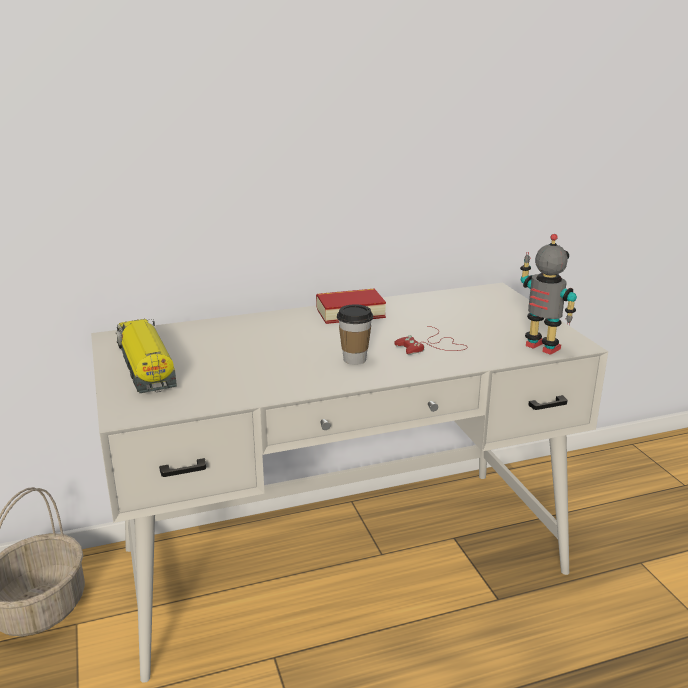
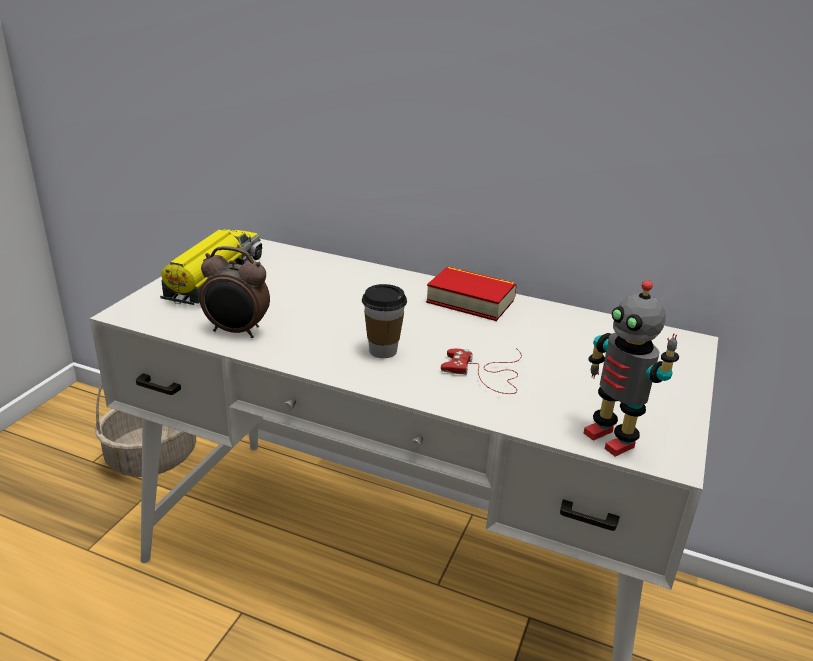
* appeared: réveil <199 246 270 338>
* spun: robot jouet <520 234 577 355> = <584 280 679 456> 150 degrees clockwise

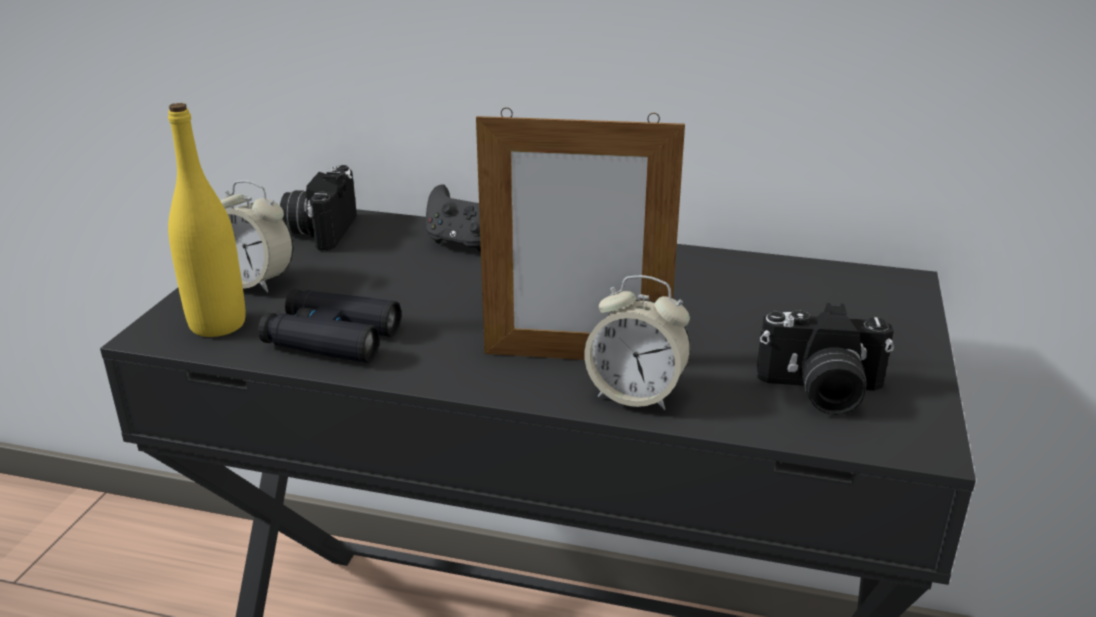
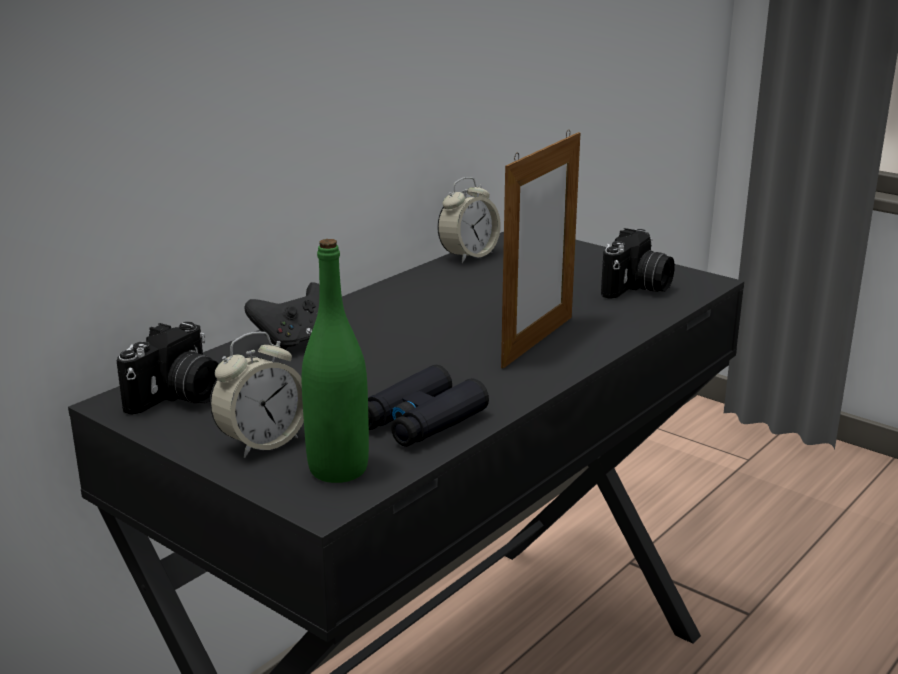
* spun: appareil photo <280 165 357 251> = <116 322 219 415> 90 degrees counterclockwise
* colour: bouteille (jaune) <168 103 246 337> to bouteille (vert) <302 239 369 483>
* relocated: réveil <584 275 690 410> to <437 177 501 263>

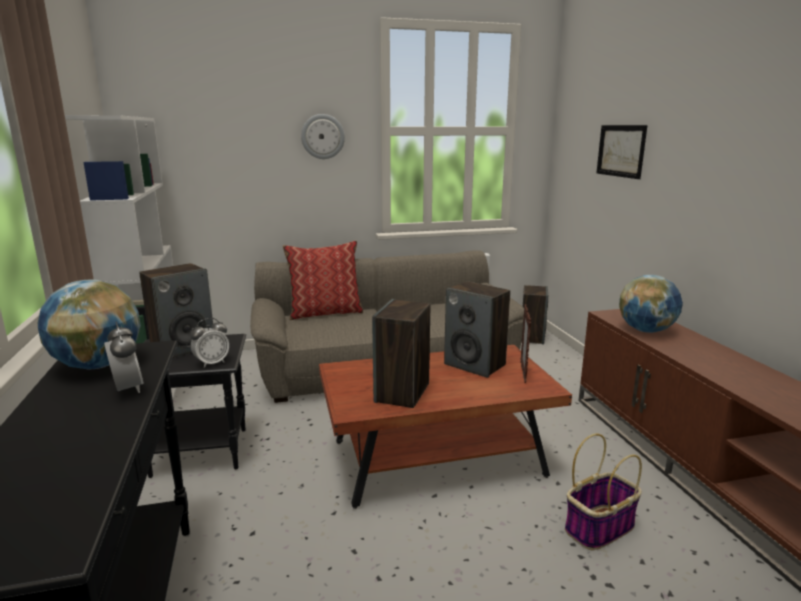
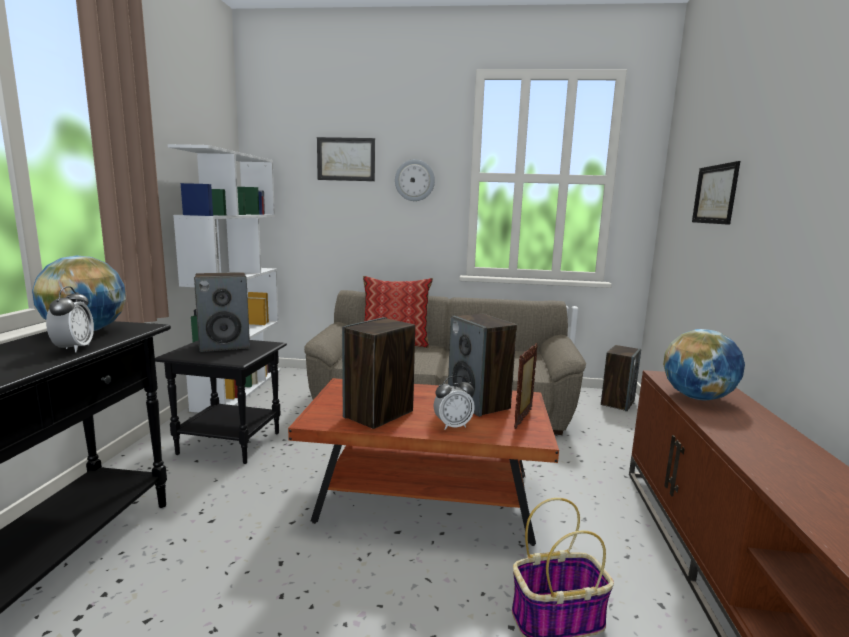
* appeared: tableau <317 137 375 181>
* relocated: réveil <190 318 229 368> to <434 376 475 430>

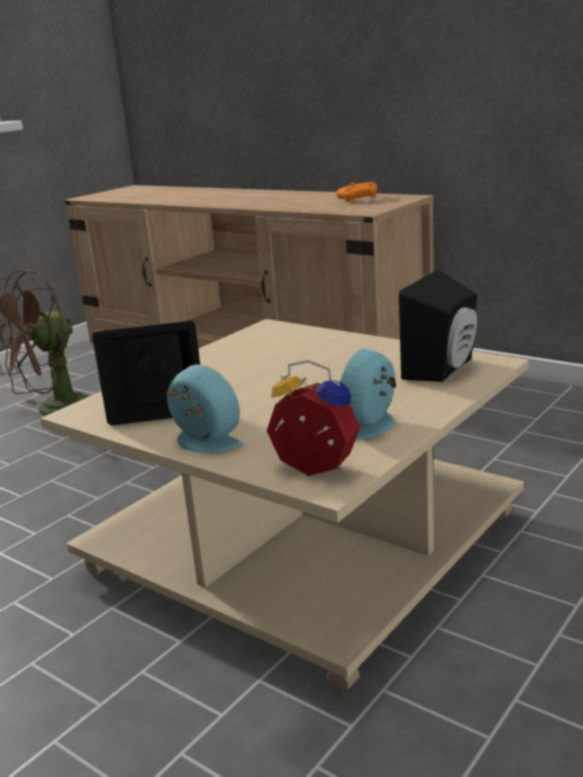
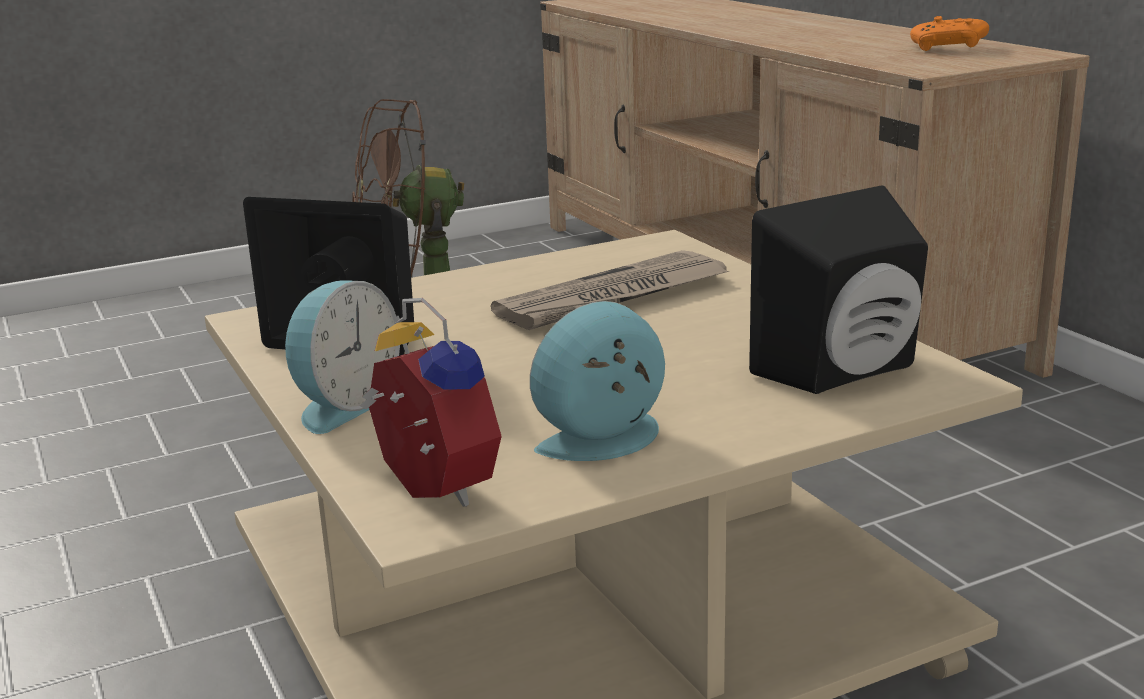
* spun: réveil <166 365 243 453> = <285 280 400 434> 60 degrees clockwise
* appeared: journal <491 250 729 330>

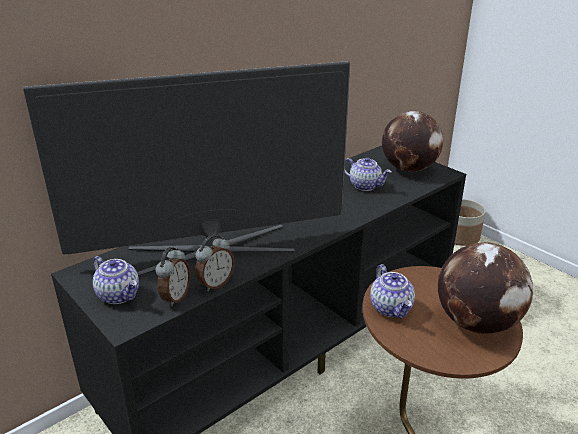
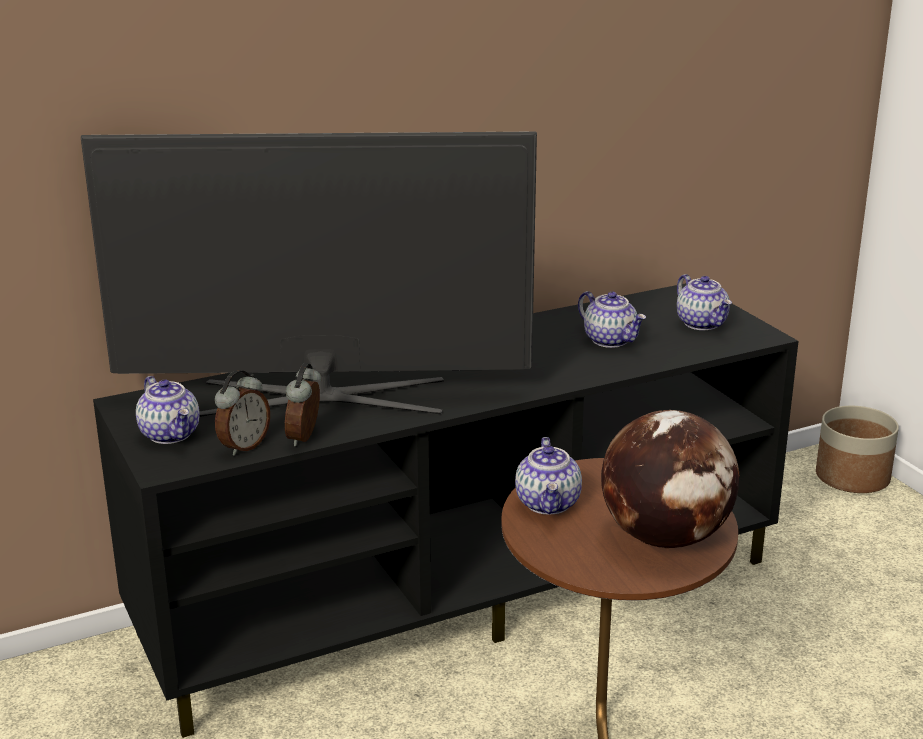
* spun: réveil <195 235 235 291> = <285 363 321 446> 135 degrees clockwise
* exchanged: globe <382 111 443 172> to théière <677 274 732 330>

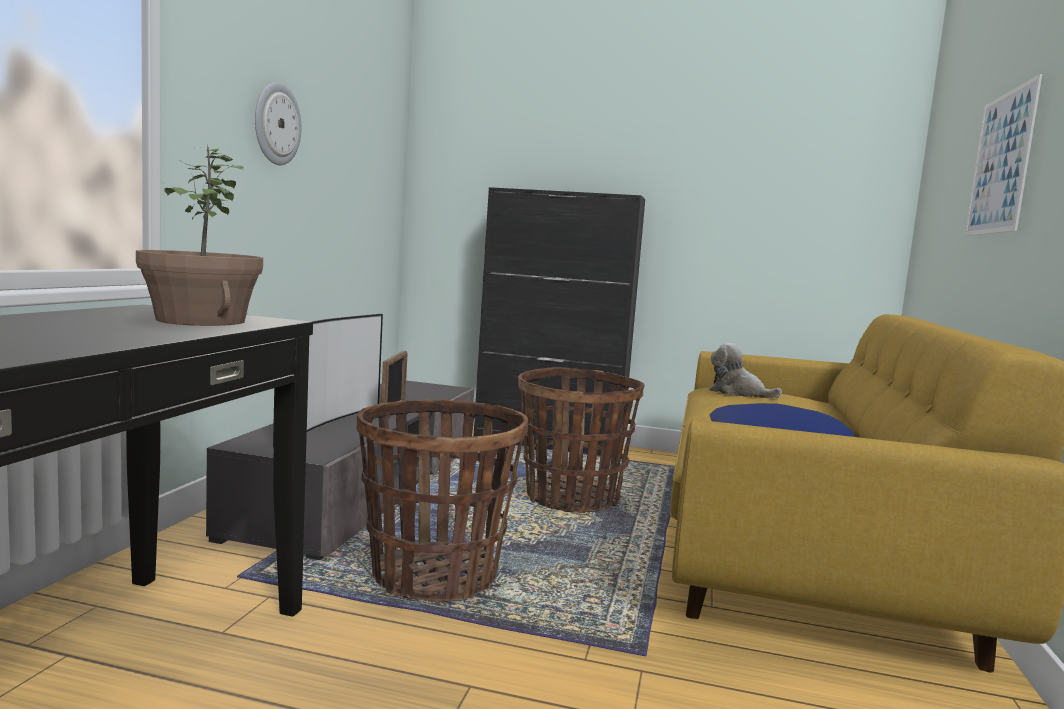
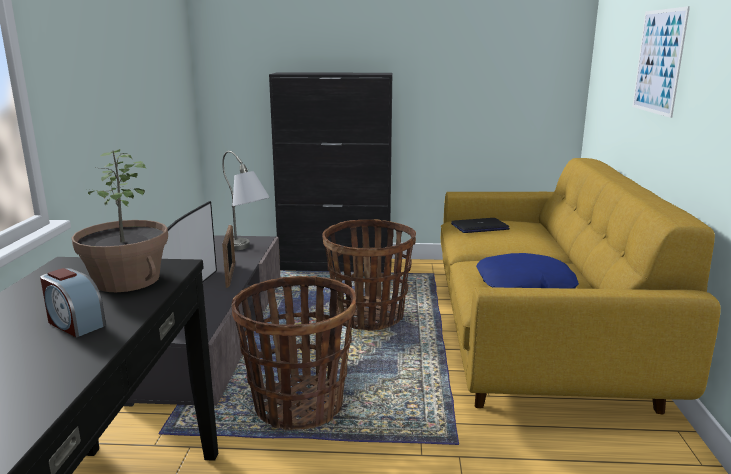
* appeared: réveil <40 268 106 337>
* appeared: lampe de table (gris) <222 151 270 251>
* exchanged: peluche <709 343 782 399> to ordinateur portable <451 218 510 233>
* missing: horloge murale <255 82 301 165>

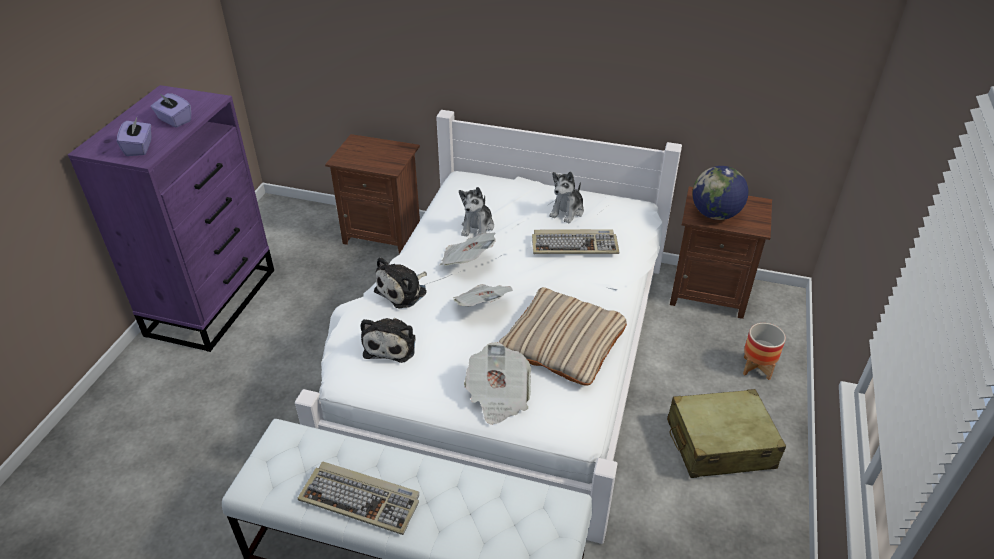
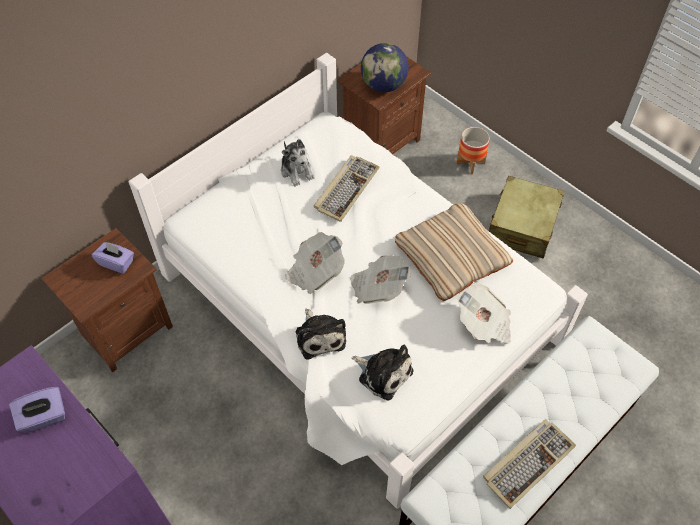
* relocated: boîte à mouchoirs (violet) <117 118 152 156> to <92 242 134 274>
* missing: peluche <459 187 494 237>

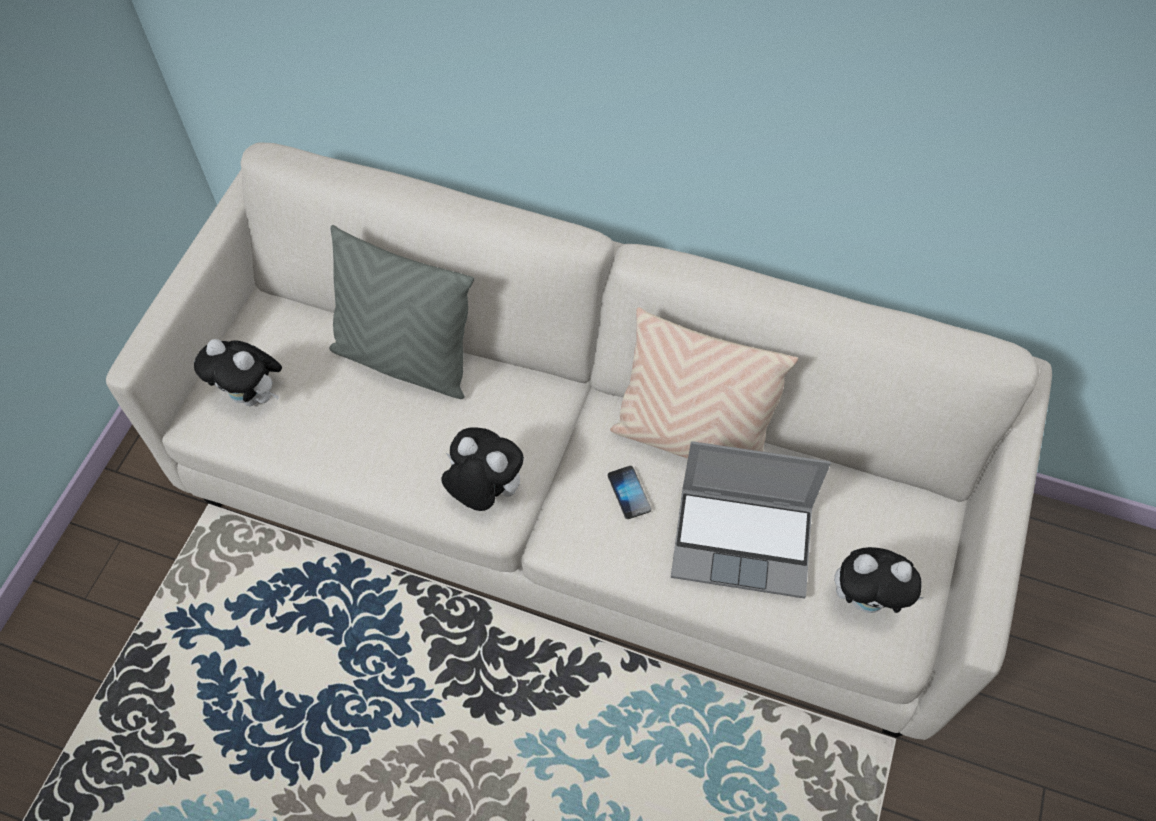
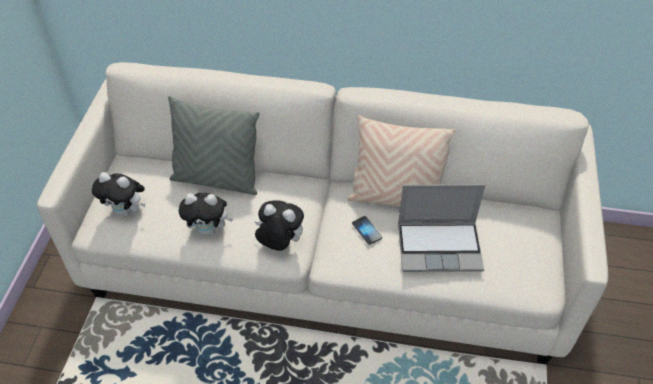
* relocated: peluche <834 547 924 613> to <179 192 233 236>

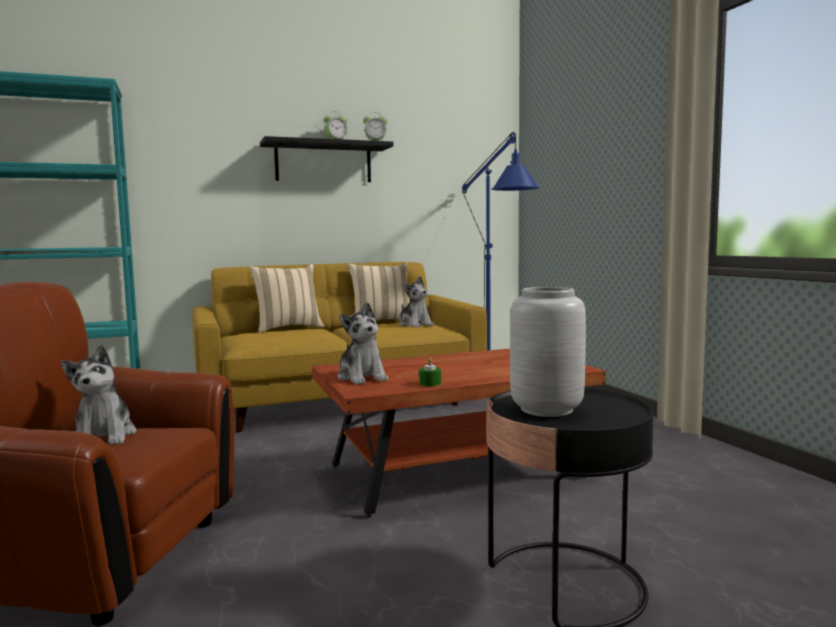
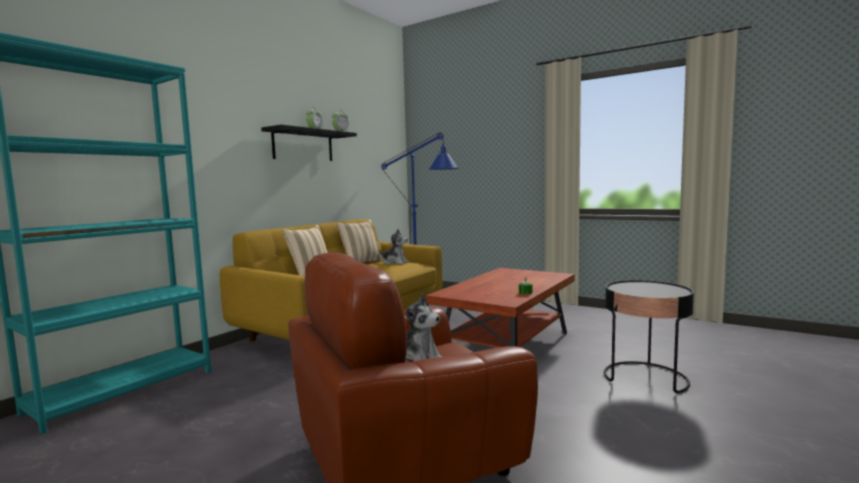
* missing: peluche <338 302 388 384>
* missing: vase (gris) <510 287 586 417>

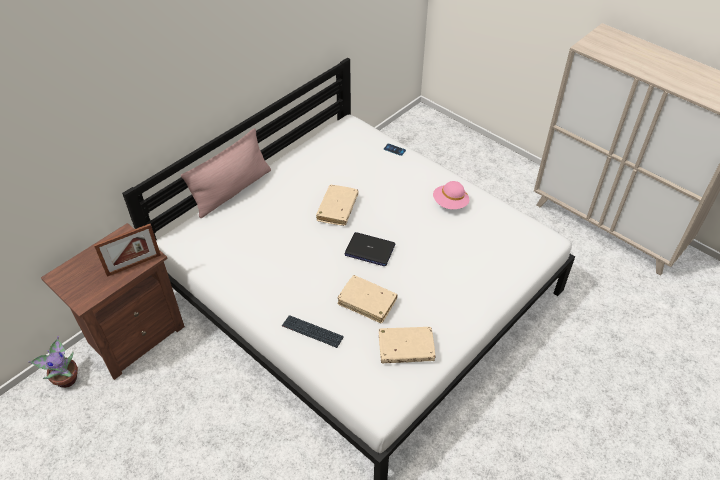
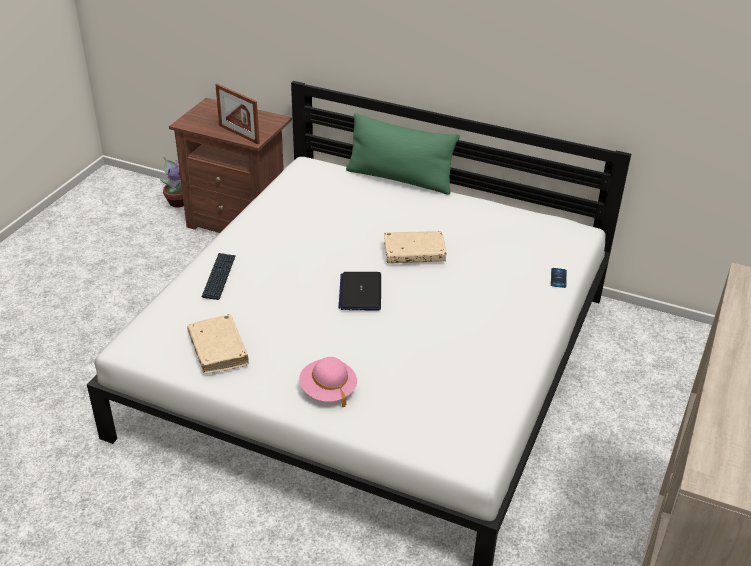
* relocated: chapeau (rose) <433 181 469 209> to <299 357 357 407>
* colour: coussin (rose) <181 128 271 218> to coussin (vert) <346 113 460 195>
* missing: livre (beige) <337 275 398 323>

